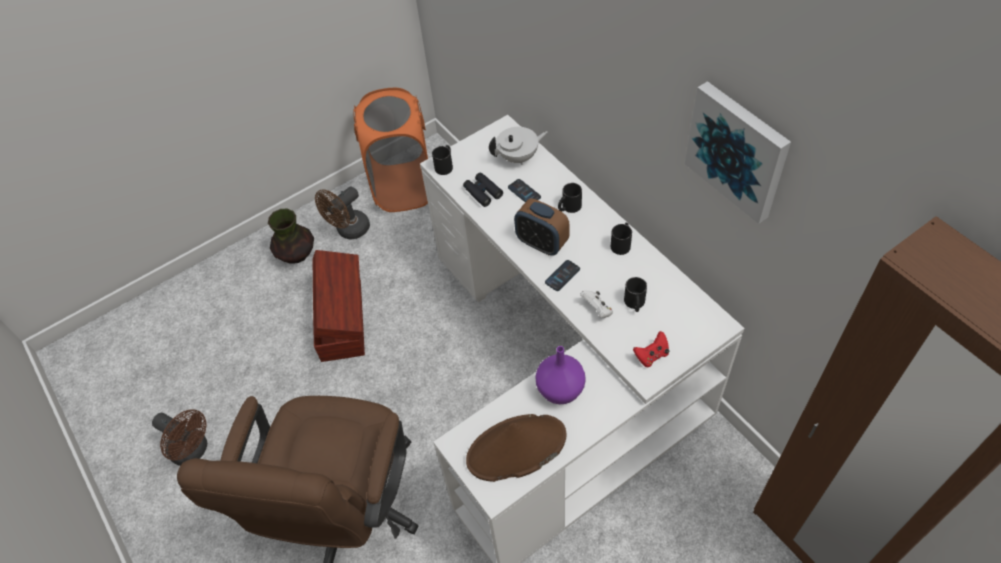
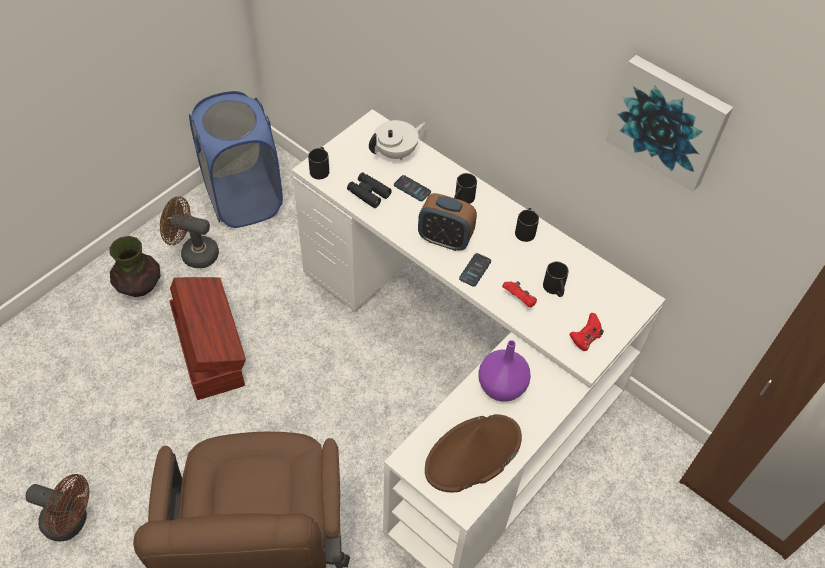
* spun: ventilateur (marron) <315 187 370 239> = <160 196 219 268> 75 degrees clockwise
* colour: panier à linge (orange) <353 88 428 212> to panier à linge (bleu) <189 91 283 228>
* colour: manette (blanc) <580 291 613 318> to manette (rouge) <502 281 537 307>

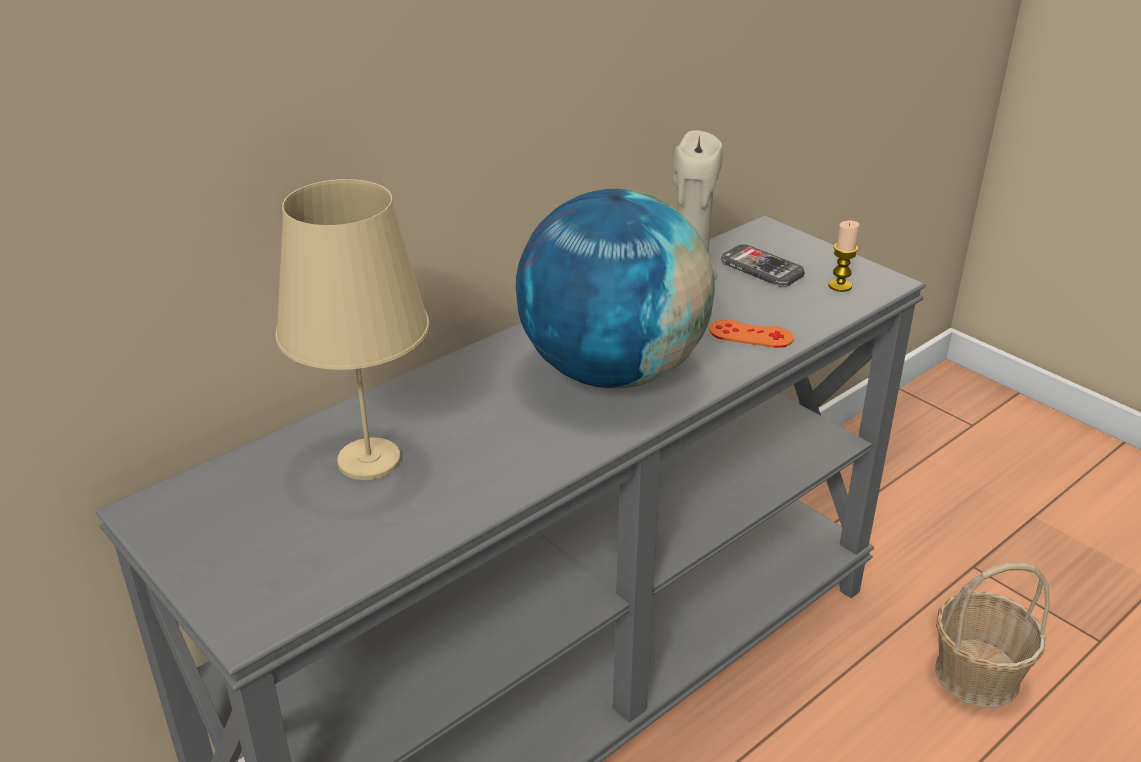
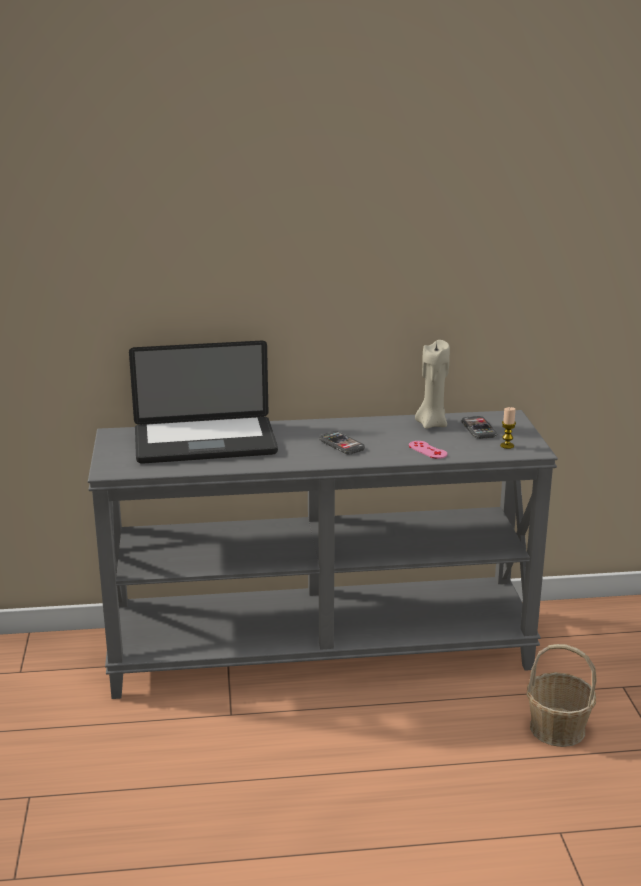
* exchanged: lampe de table (beige) <275 179 429 480> to ordinateur portable <129 341 278 464>
* exchanged: globe <516 189 715 389> to téléphone <319 431 365 454>
* colour: manette (orange) <709 319 794 348> to manette (rose) <409 441 447 459>

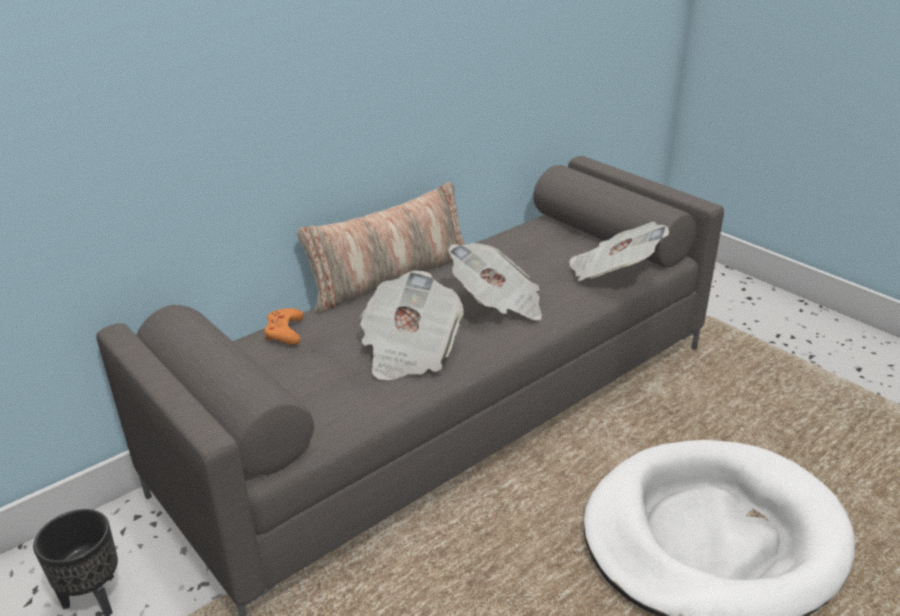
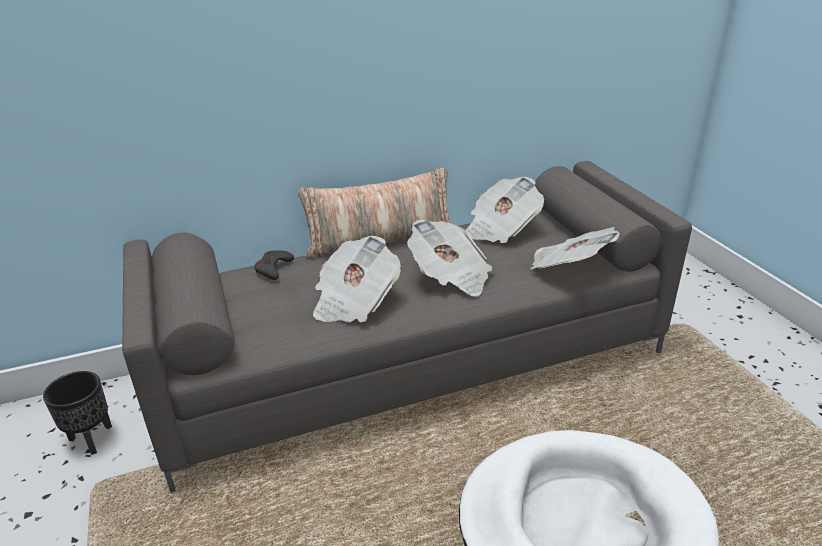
* colour: manette (orange) <264 308 304 345> to manette (gris) <254 250 294 280>
* appeared: journal <465 177 544 243>

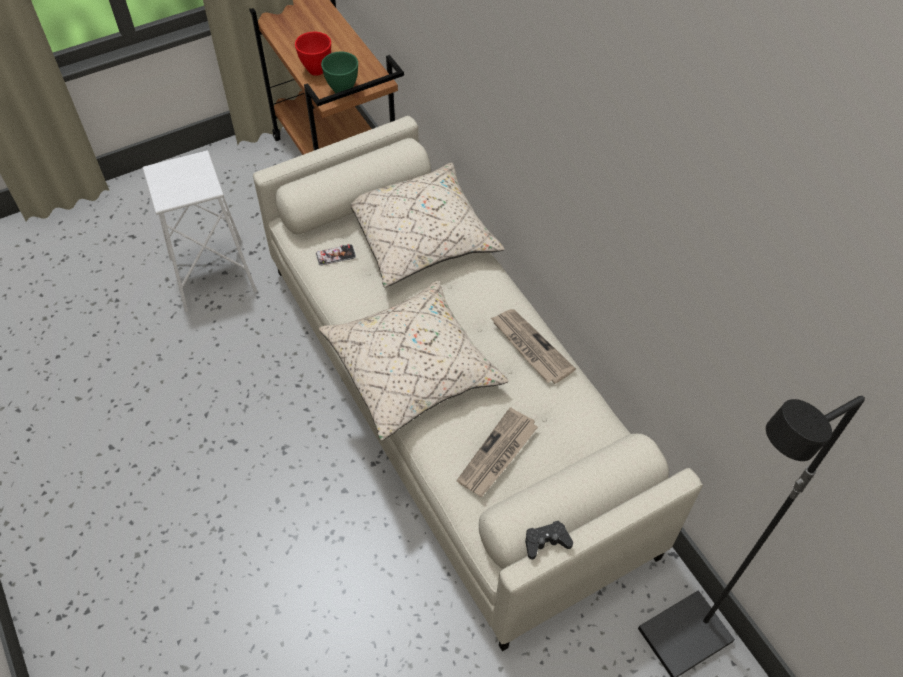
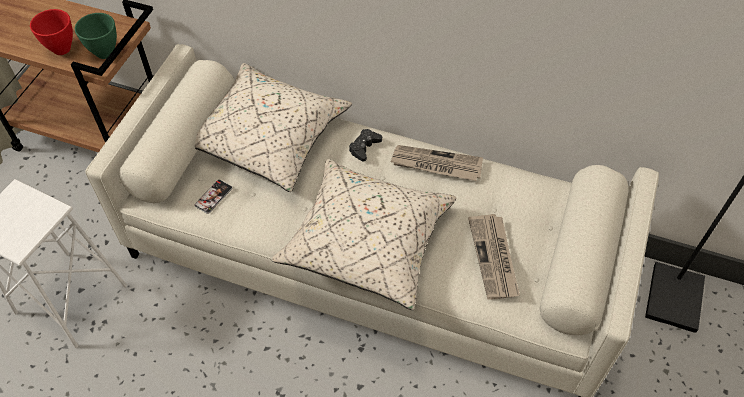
* relocated: manette (noir) <525 520 573 559> to <349 129 382 162>

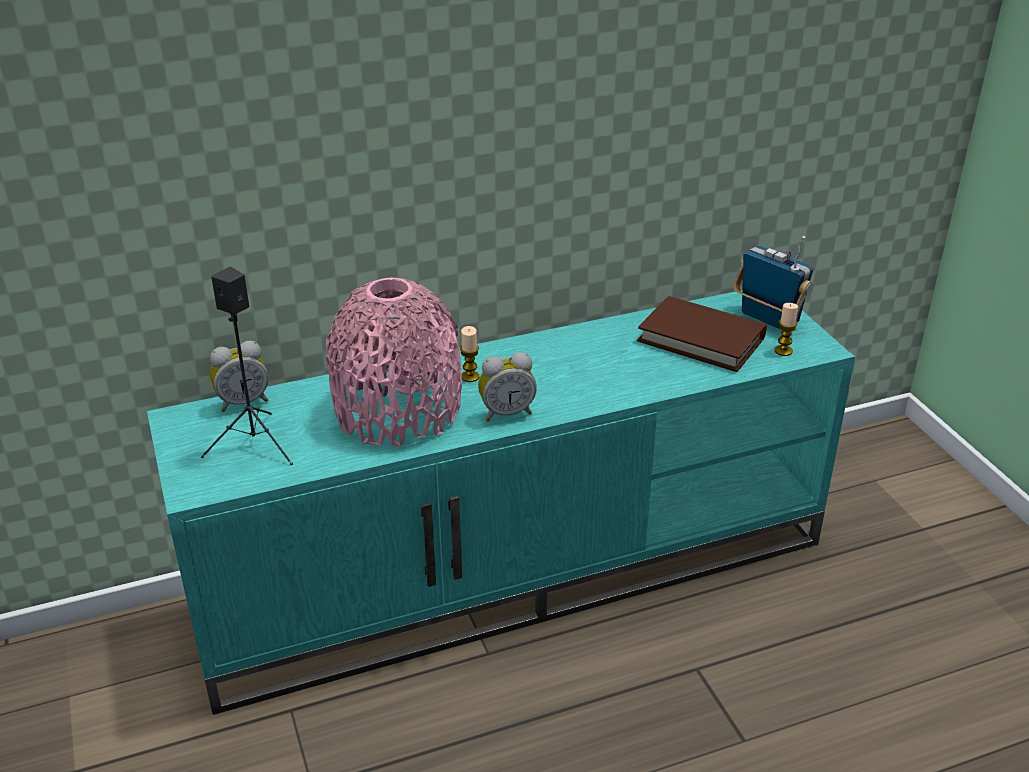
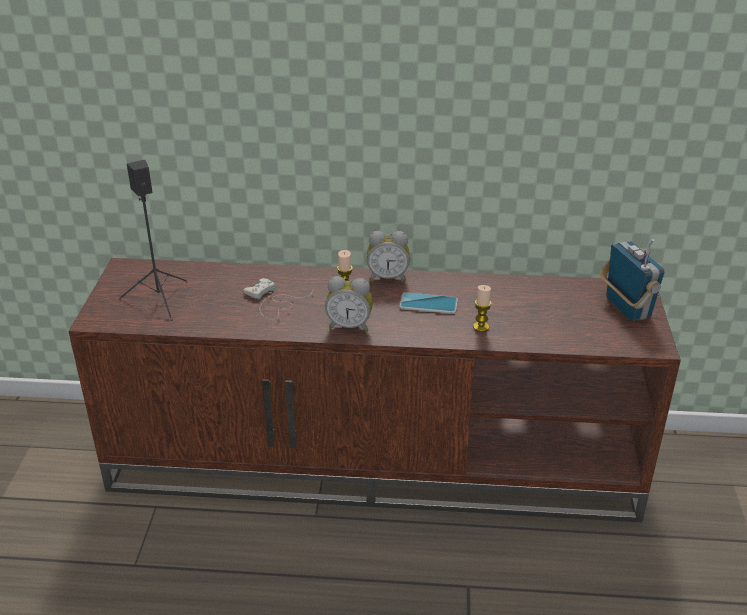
* colour: meuble télé (turquoise) <147 290 855 715> to meuble télé (marron) <68 258 681 522>
* exchanged: vase (rose) <326 277 462 446> to manette (blanc) <243 278 313 320>
* relocated: réveil <210 341 269 412> to <367 231 410 282>
* appeared: téléphone <399 292 458 314>
* relocated: bougie <774 303 798 356> to <473 285 492 332>
* missing: livre (marron) <637 296 767 372>

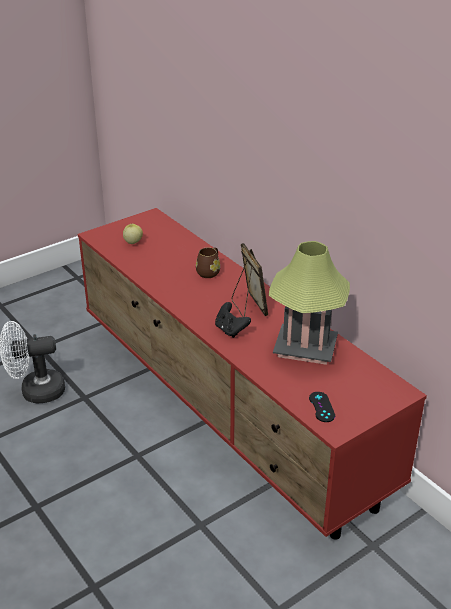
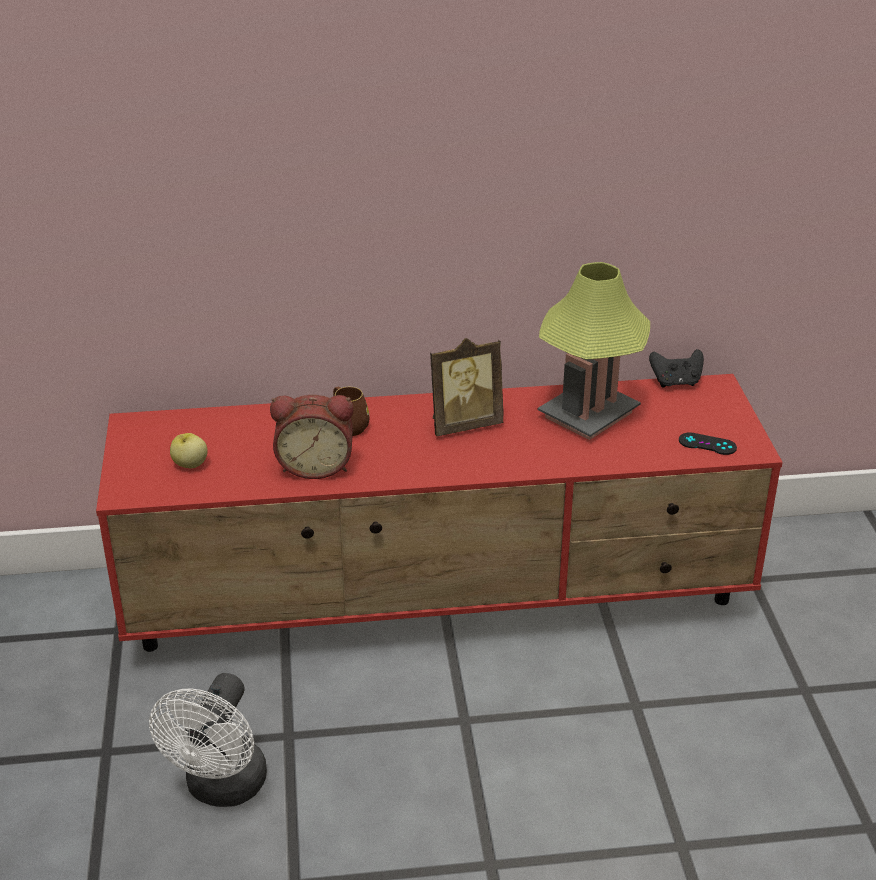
* appeared: réveil <270 395 353 479>
* spun: cadre photo <232 243 268 317> = <430 338 503 436> 150 degrees clockwise
* relocated: manette (noir) <215 302 251 338> to <649 349 704 388>

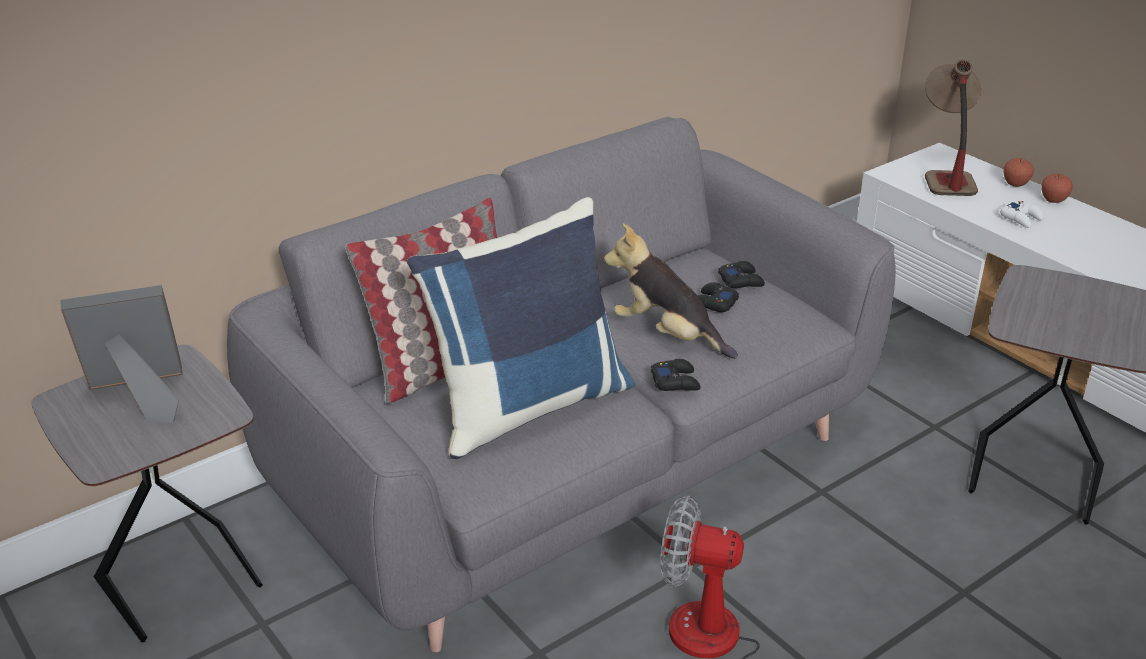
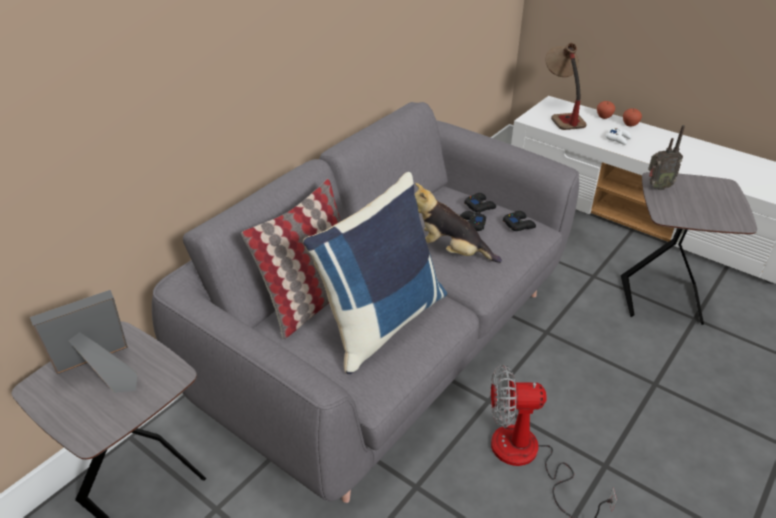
* relocated: manette (noir) <651 359 701 391> to <503 211 536 231>
* appeared: radio <648 125 685 190>

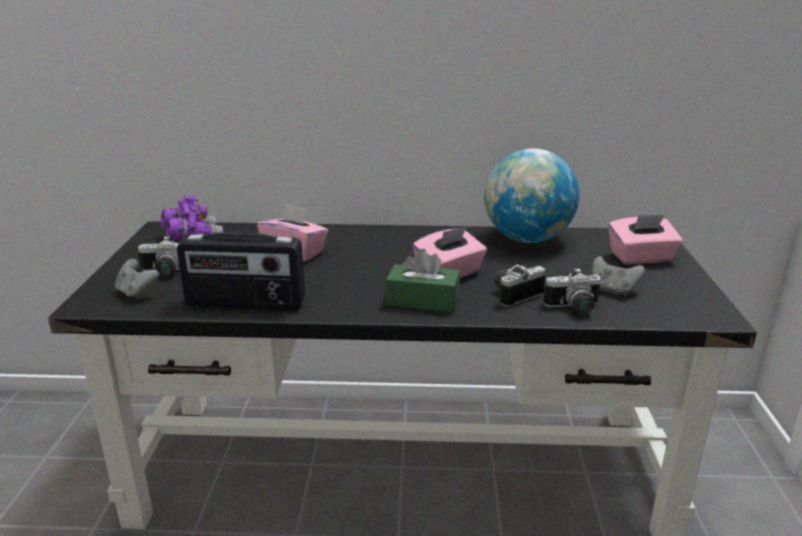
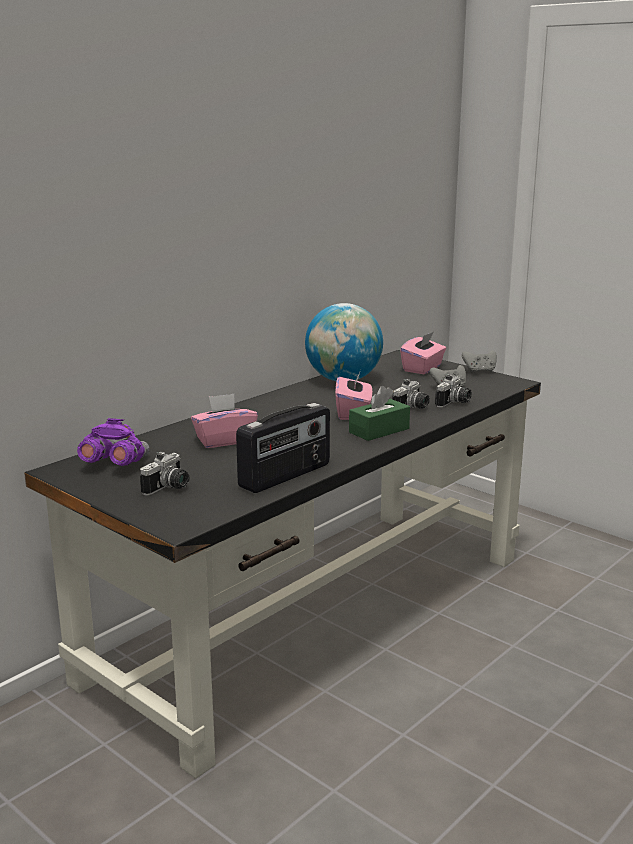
* spun: appareil photo <494 264 545 307> = <392 379 430 409> 150 degrees counterclockwise
* relocated: manette (gris) <115 259 159 300> to <462 350 497 374>

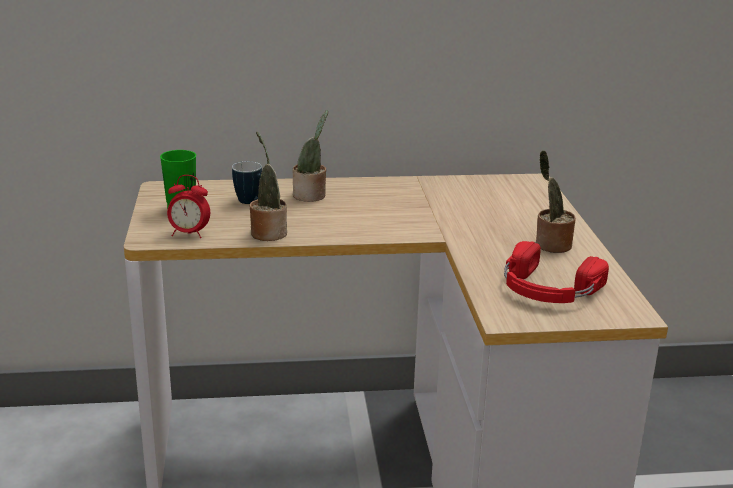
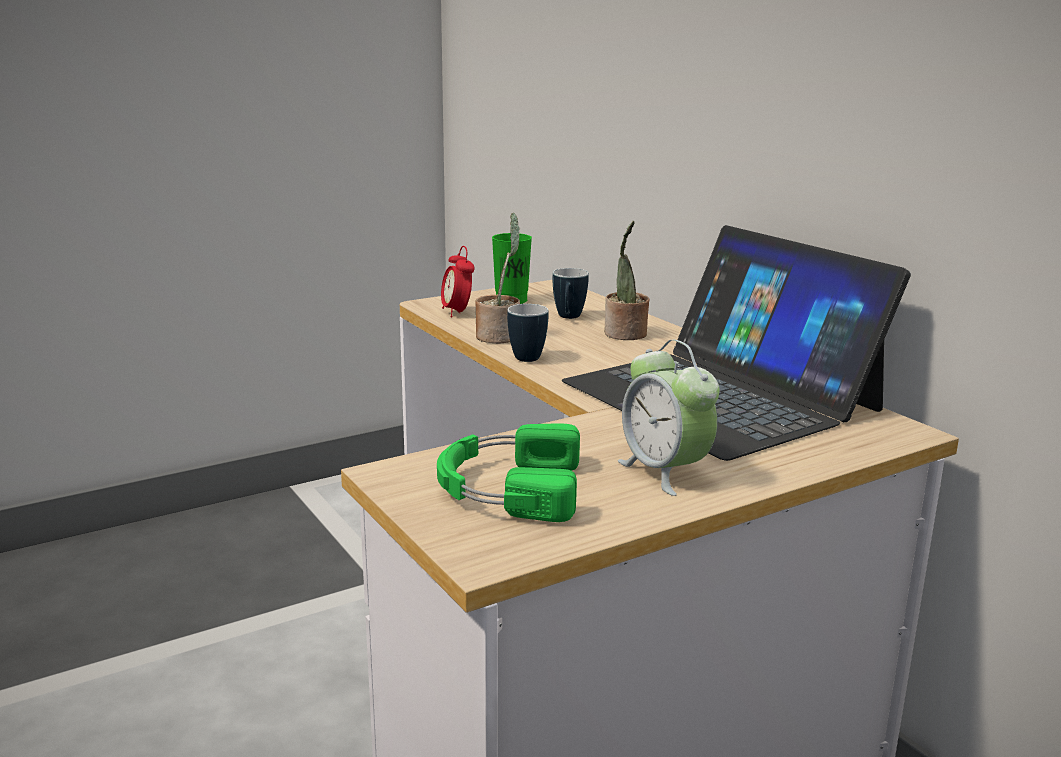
* colour: casque audio (rouge) <504 241 609 303> to casque audio (vert) <437 423 580 522>
* appeared: mug <507 304 548 362>
* appeared: ordinateur portable <562 225 911 461>
* exchanged: plante en pot <536 150 576 253> to réveil <618 340 720 496>

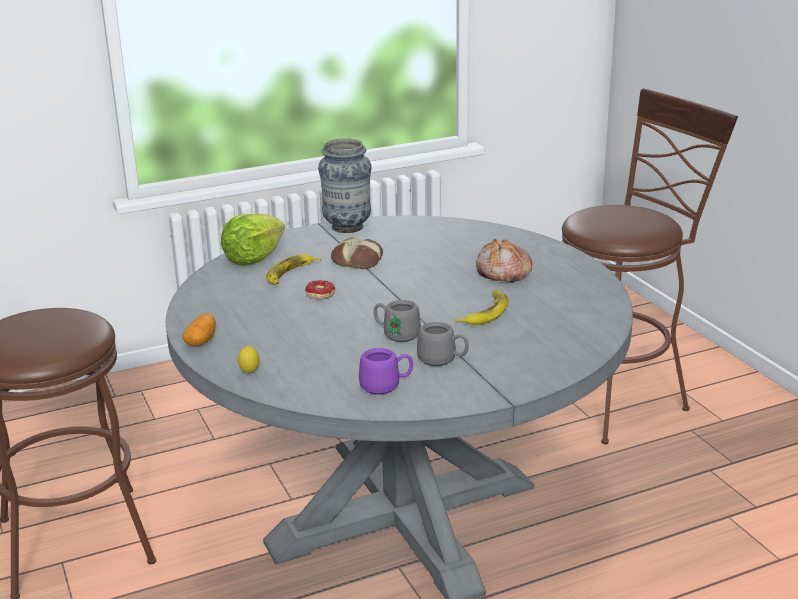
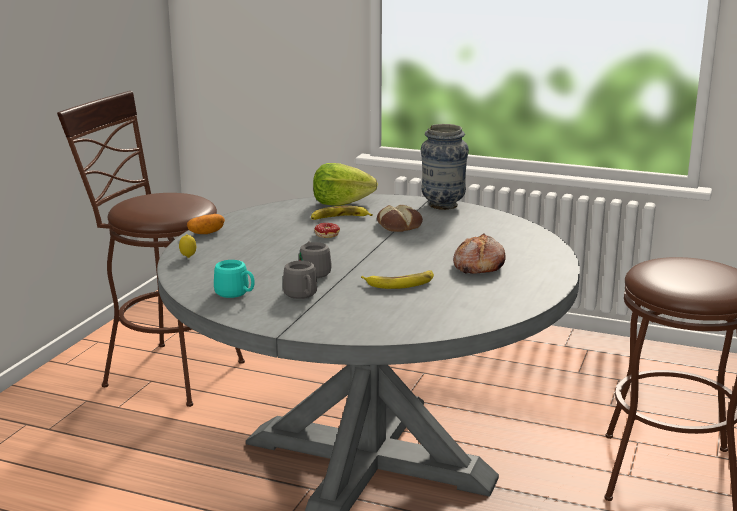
* colour: mug (violet) <359 348 413 395> to mug (turquoise) <214 260 255 298>

